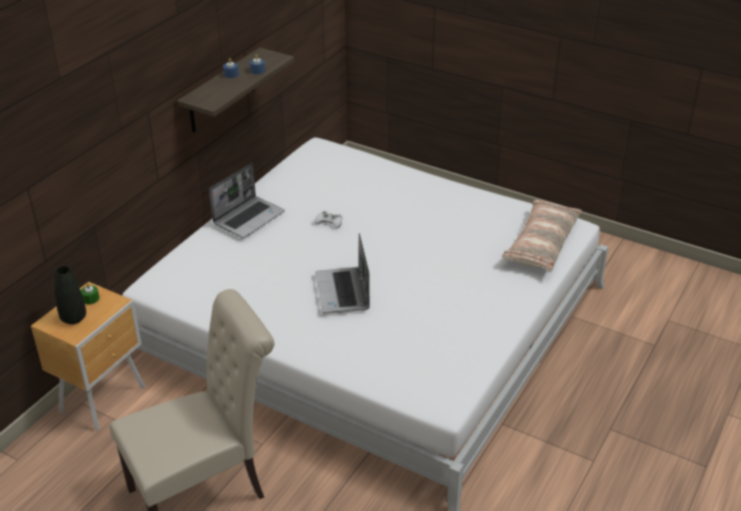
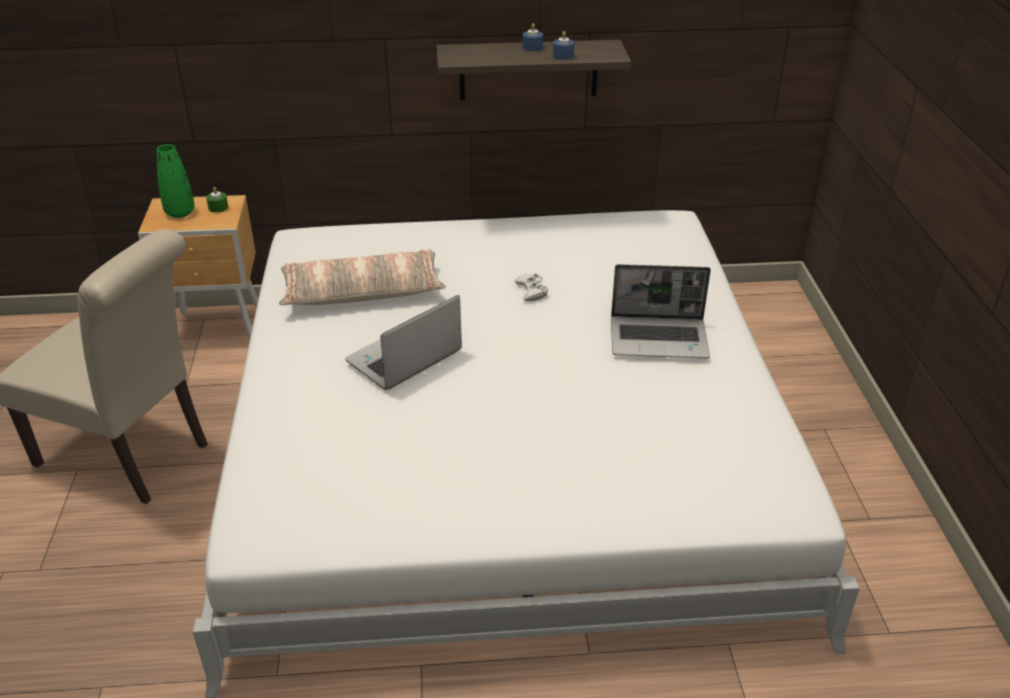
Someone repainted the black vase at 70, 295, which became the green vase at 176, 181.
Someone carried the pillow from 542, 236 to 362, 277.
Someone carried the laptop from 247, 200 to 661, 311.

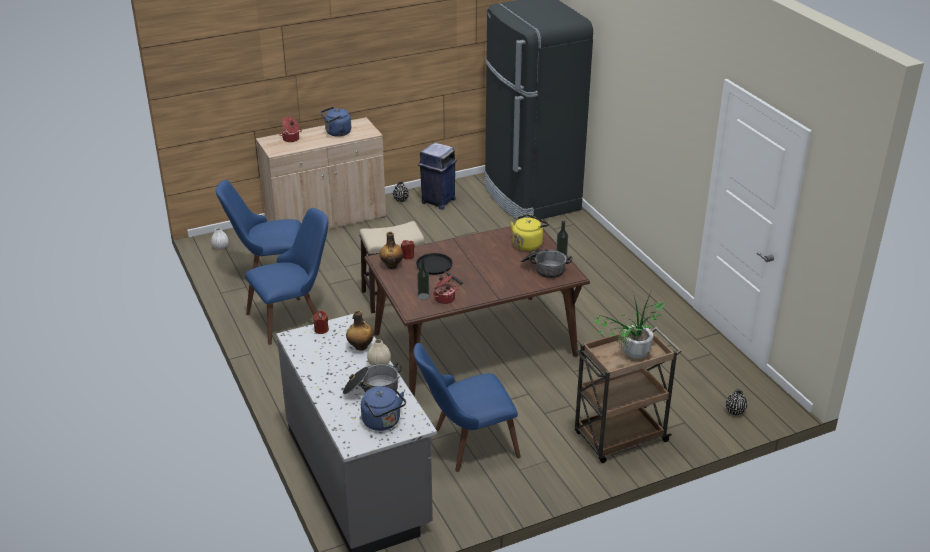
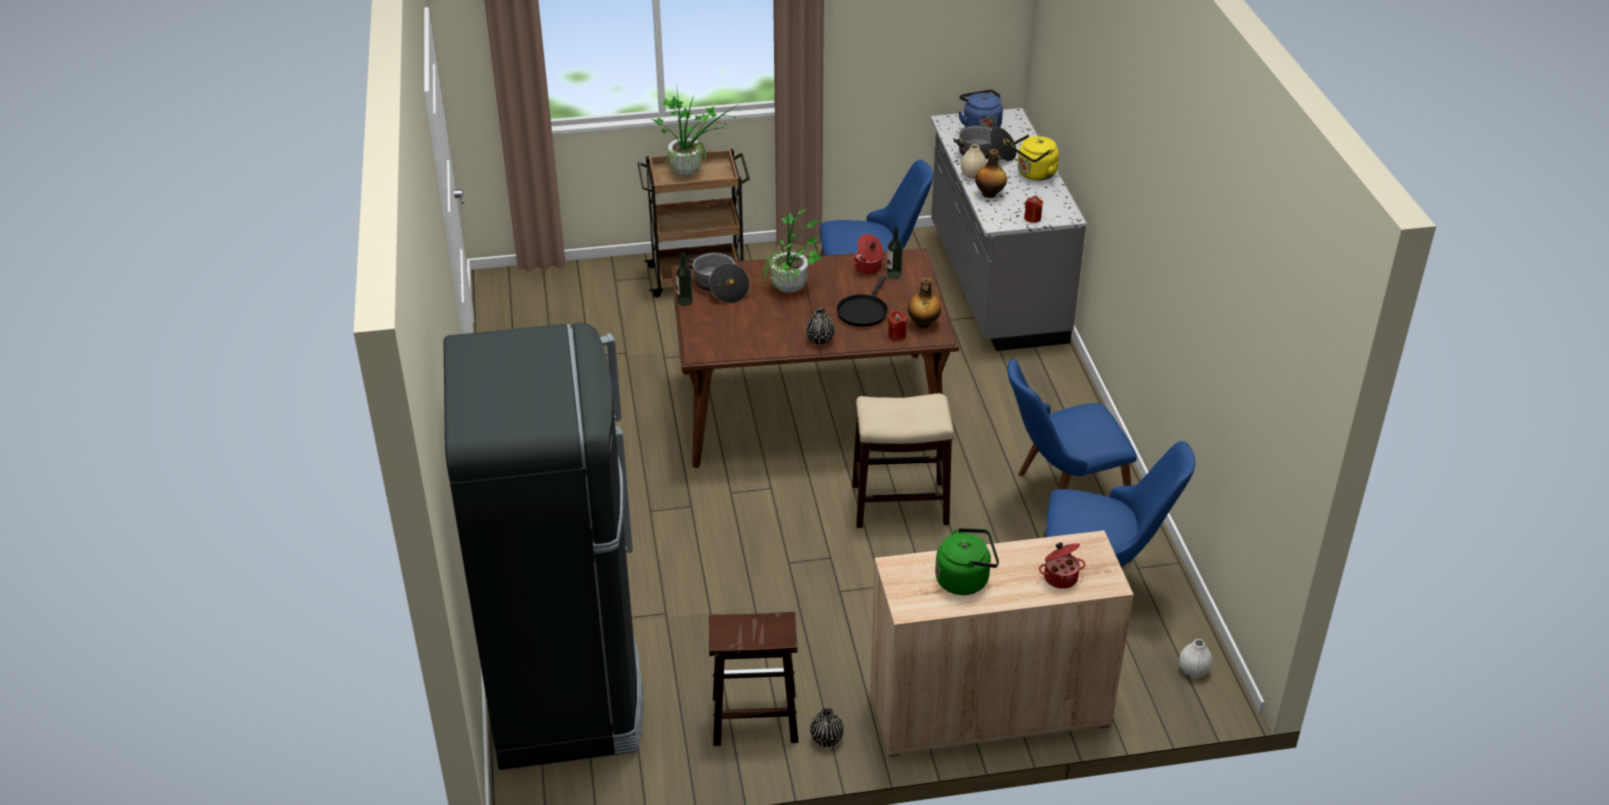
Someone swapped the blue trash can at 437, 176 for the brown stool at 753, 679.
Someone put down the potted plant at 791, 245.
Someone carried the black vase from 736, 402 to 820, 326.
Someone rotated the black frying pan at 439, 269 by 45 degrees clockwise.
Someone repainted the blue kettle at 335, 121, which became the green kettle at 967, 561.
Someone carried the yellow kettle from 529, 232 to 1035, 157.

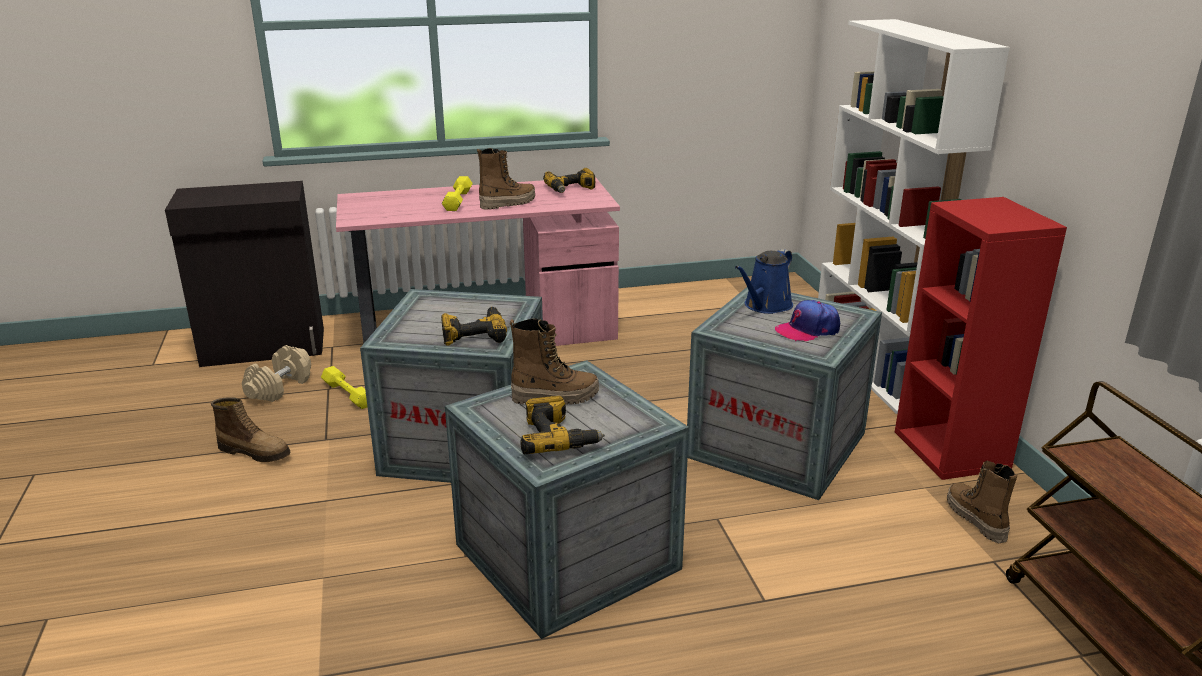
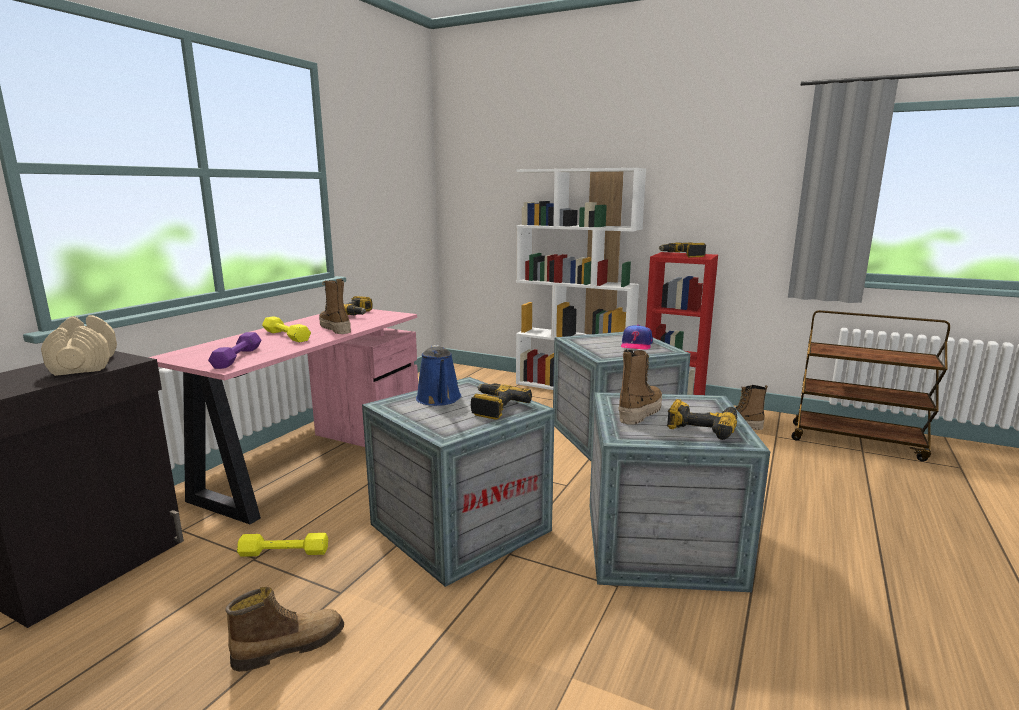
Someone carried the beige dumbbell from 276, 373 to 79, 345.
Someone put down the purple dumbbell at 234, 350.
Someone rotated the boot at 506, 179 by 45 degrees counterclockwise.
Someone carried the blue watering can from 764, 281 to 438, 375.
Someone put down the power drill at 682, 250.

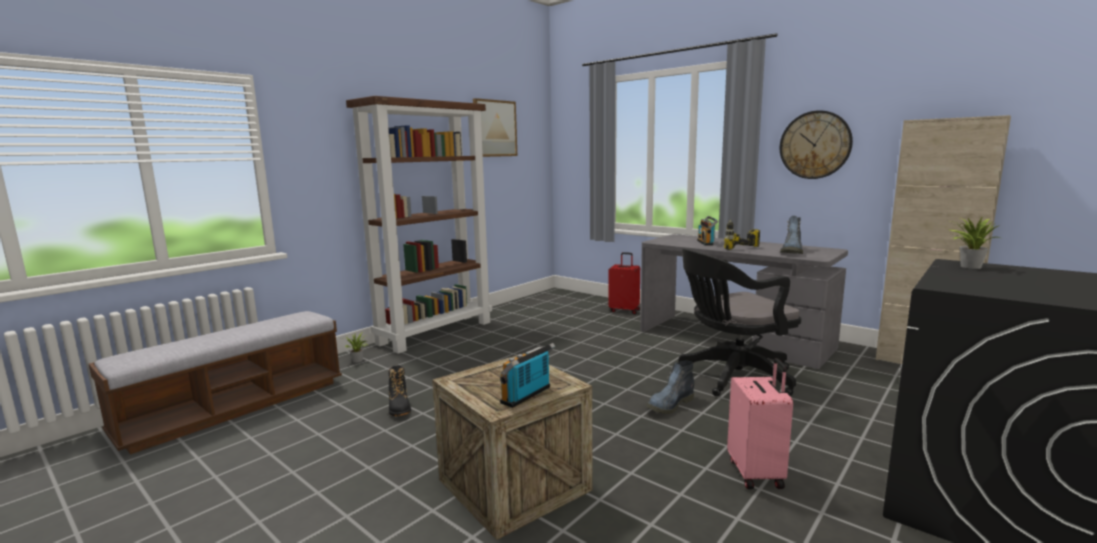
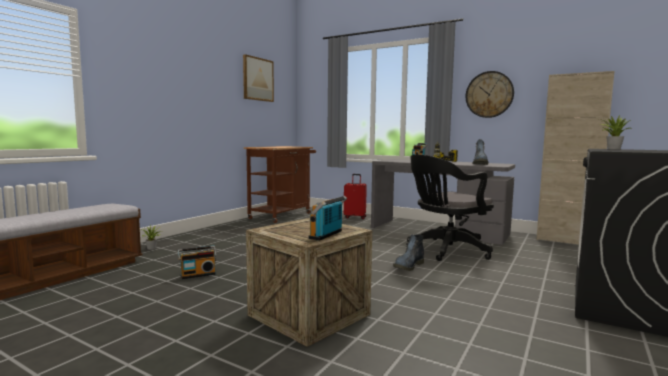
Someone swapped the black boot at 400, 390 for the radio at 197, 262.
Someone put down the brown cart at 280, 184.
Someone took away the brown bookcase at 419, 225.
Someone took away the pink suitcase at 760, 423.

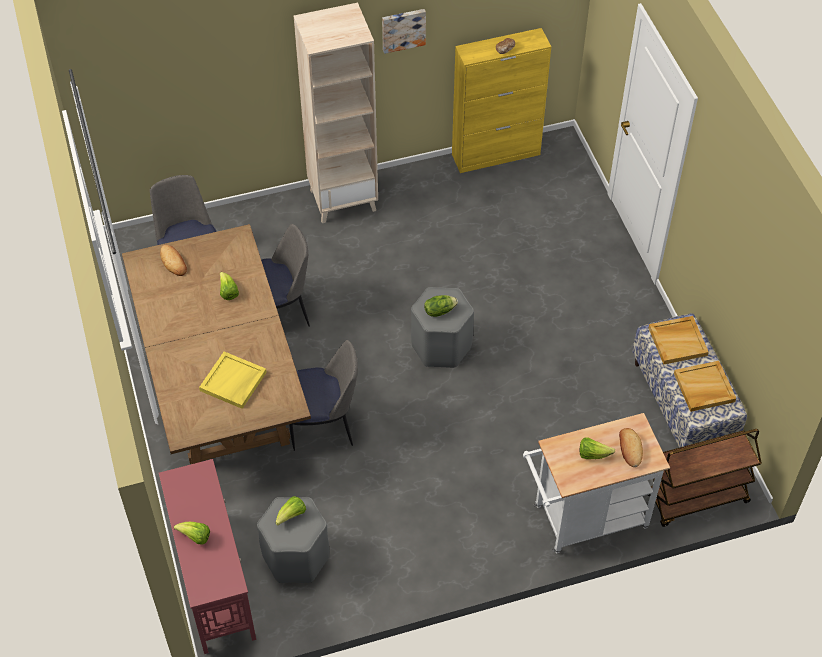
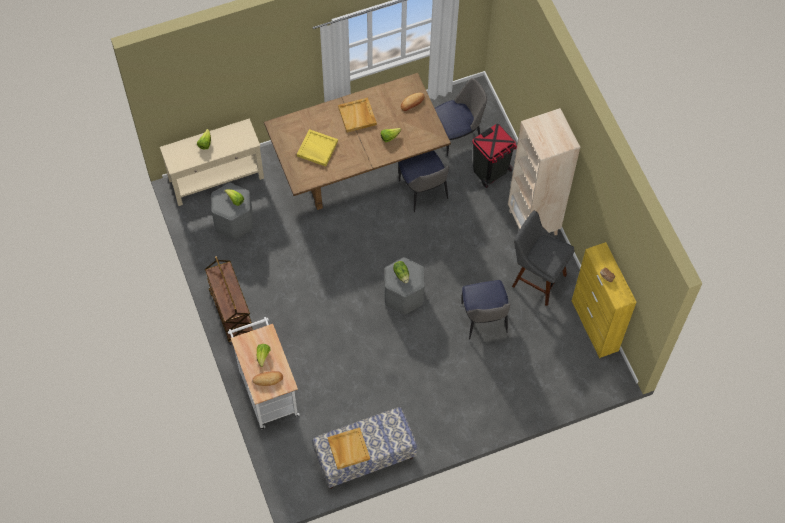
Someone repainted the red console table at 207, 556, which became the beige console table at 212, 162.
Someone carried the brown cart from 705, 478 to 229, 300.
Someone carried the beige tray from 679, 340 to 357, 115.
Someone carried the chair from 323, 395 to 485, 310.
Someone put down the black trash can at 494, 156.
Someone put down the grey stool at 543, 258.
Someone took away the picture at 404, 31.

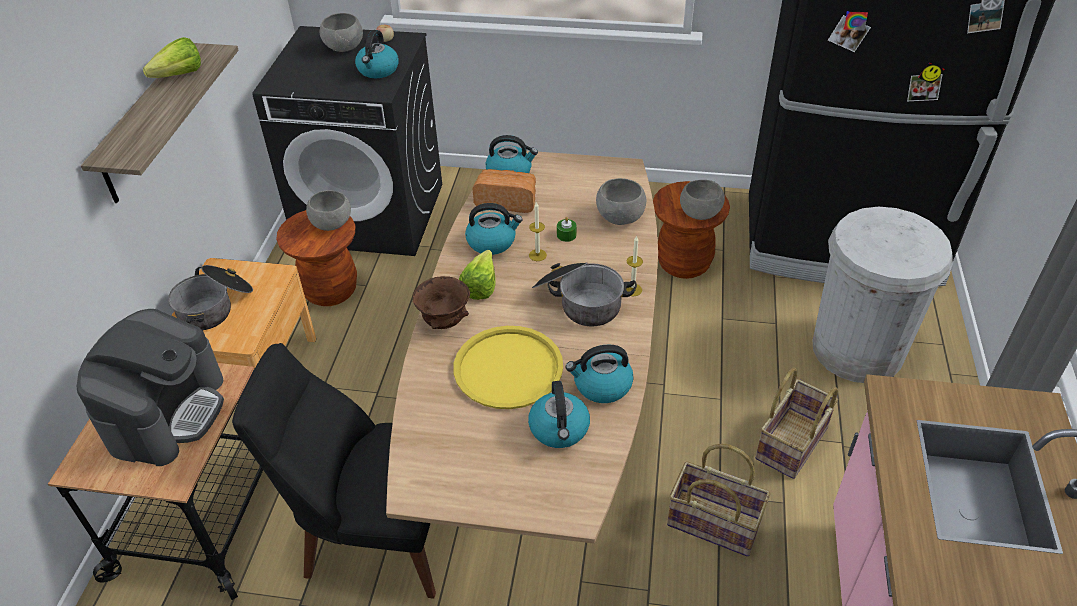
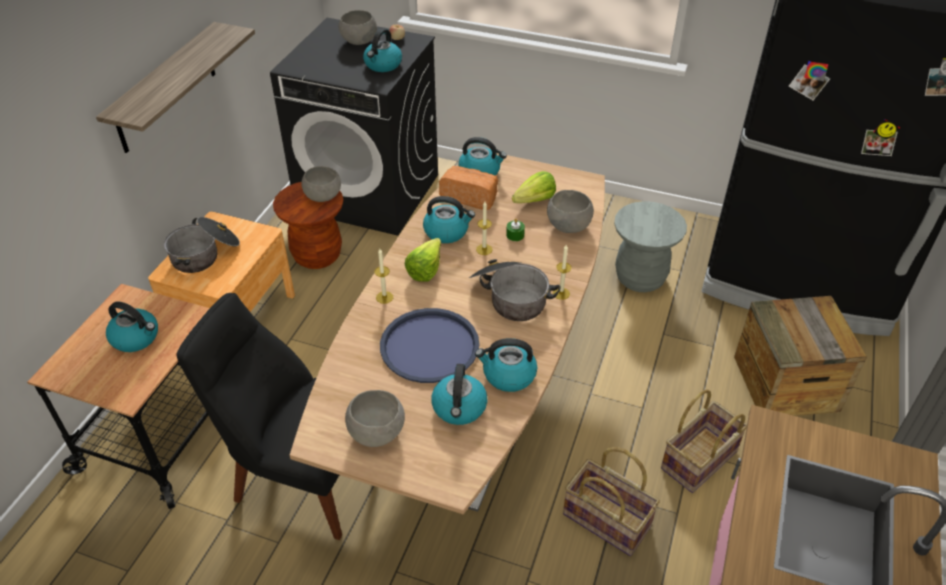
Someone swapped the coffee machine at 150, 387 for the kettle at 132, 326.
Someone carried the grey bowl from 702, 200 to 375, 418.
Someone swapped the brown bowl at 441, 302 for the candle at 384, 276.
Someone repainted the yellow tray at 508, 367, which became the blue tray at 430, 345.
Someone carried the lettuce from 172, 57 to 534, 187.
Someone repainted the brown stool at 691, 230, which became the grey stool at 650, 246.
Someone swapped the white trash can at 883, 295 for the crate at 800, 356.

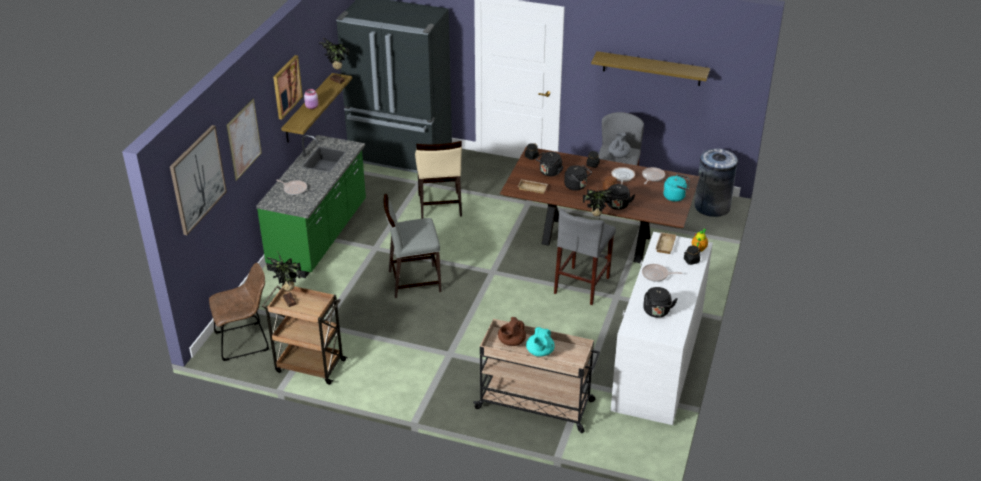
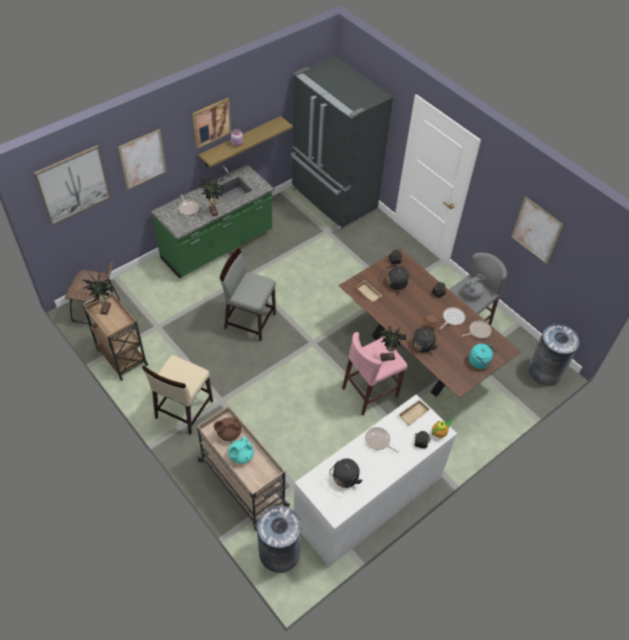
Someone carried the beige chair from 438, 180 to 177, 395.
Someone carried the potted plant from 334, 61 to 210, 195.
Someone put down the grey trash can at 279, 539.
Someone repainted the grey stool at 585, 257, which became the pink stool at 375, 374.
Someone swapped the shelf at 650, 68 for the picture at 537, 230.
Someone took away the black kettle at 578, 178.

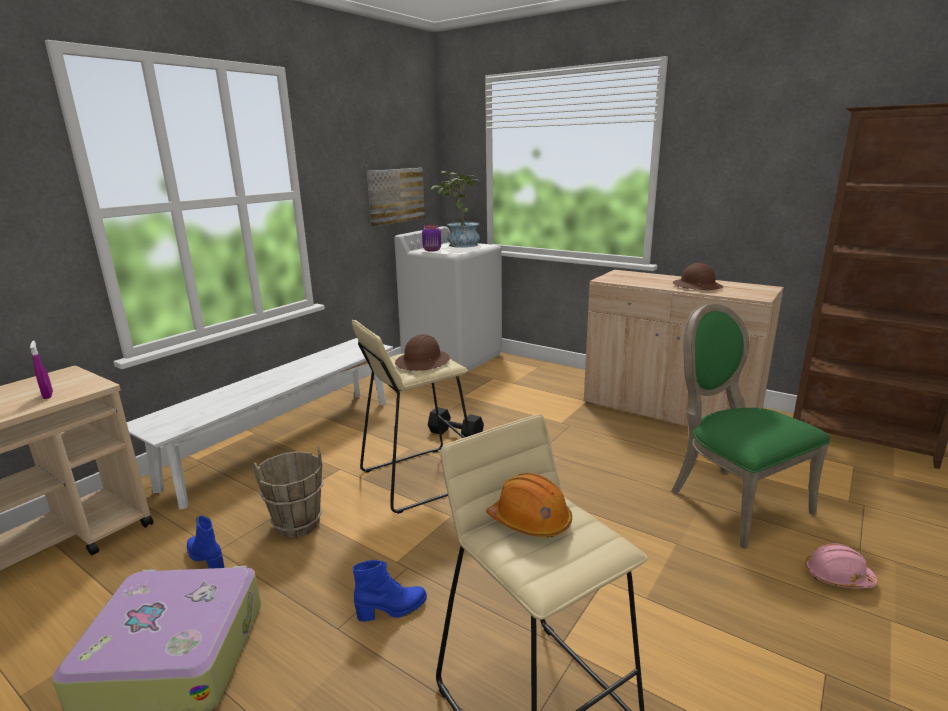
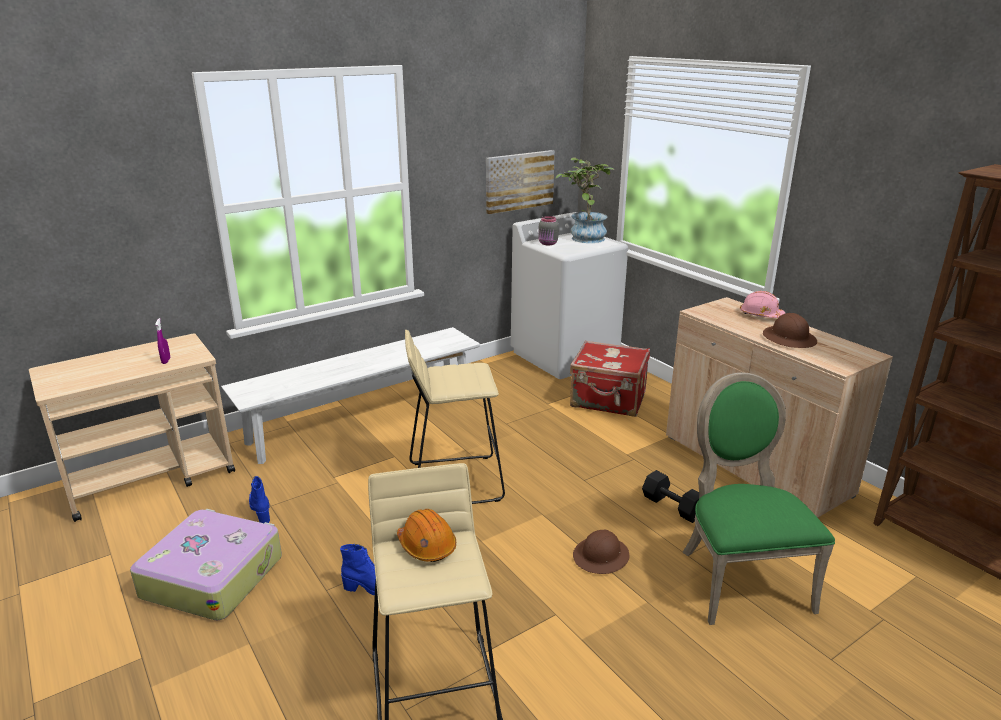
Someone repainted the purple jar at 431, 238, which became the grey jar at 548, 230.
Someone put down the red suitcase at 610, 378.
Someone carried the brown hard hat from 422, 352 to 601, 552.
Someone carried the black dumbbell from 456, 422 to 670, 496.
Someone carried the pink hard hat from 841, 566 to 763, 304.
Someone took away the brown bucket at 288, 492.

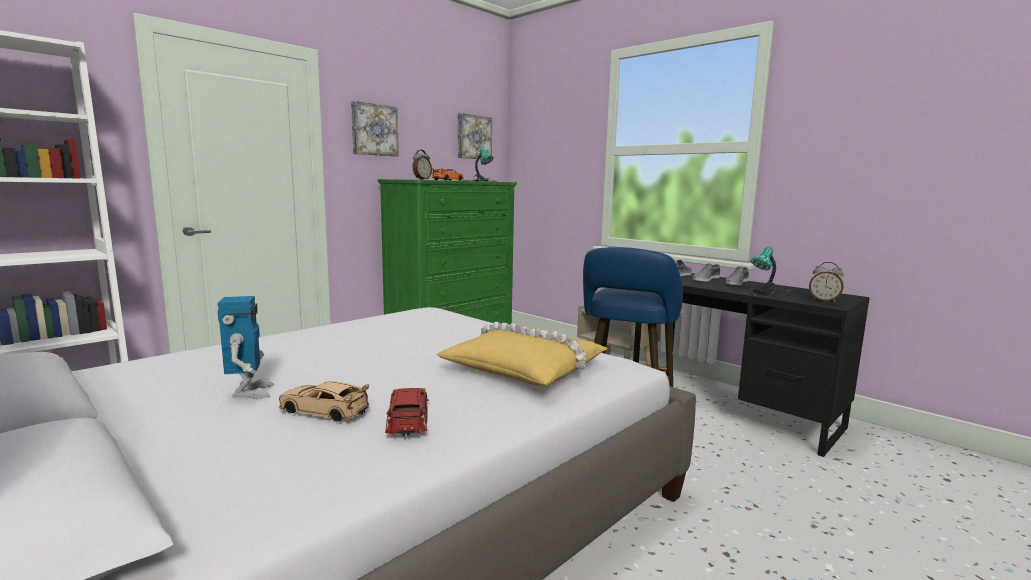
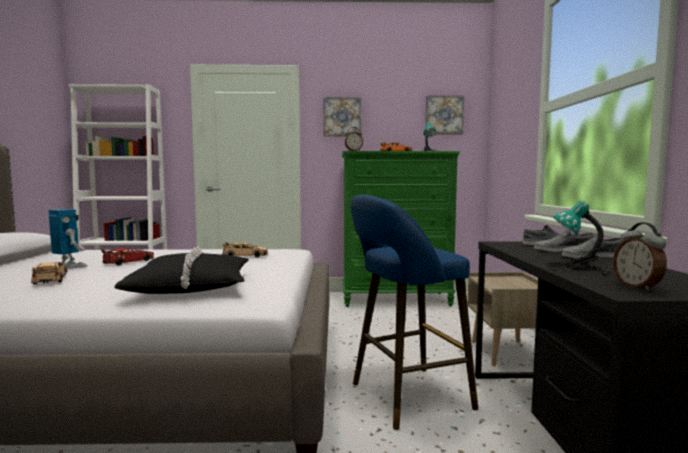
Someone rotated the toy robot at 245, 347 by 90 degrees counterclockwise.
Someone carried the red toy car from 407, 412 to 127, 256.
Someone repainted the yellow pillow at 522, 354, which became the black pillow at 181, 270.
Someone put down the beige toy car at 245, 249.

